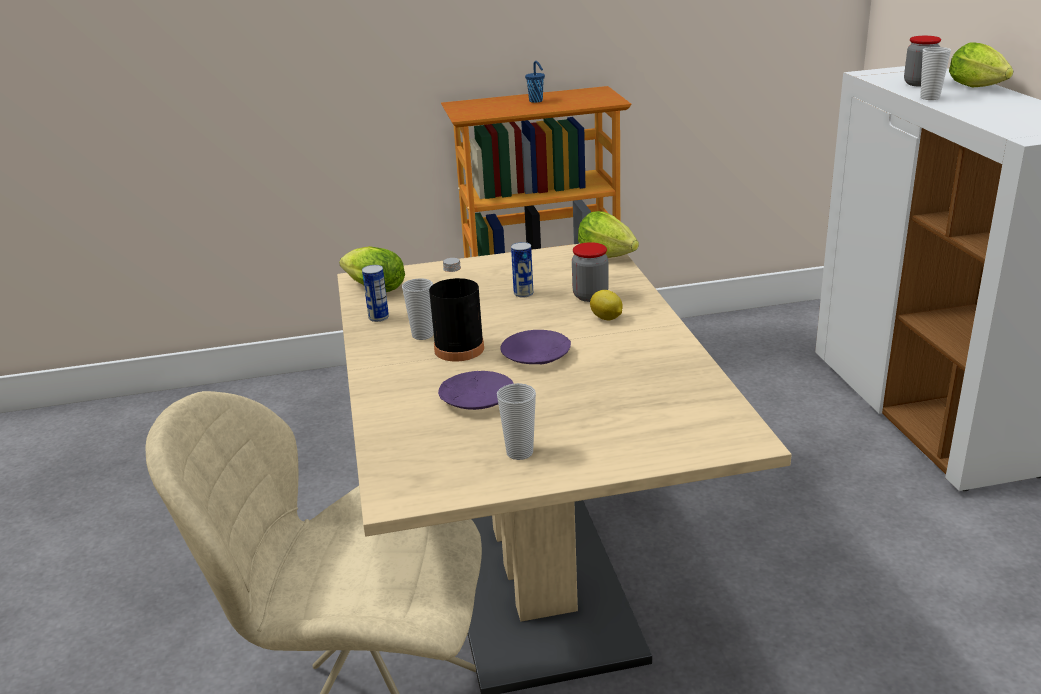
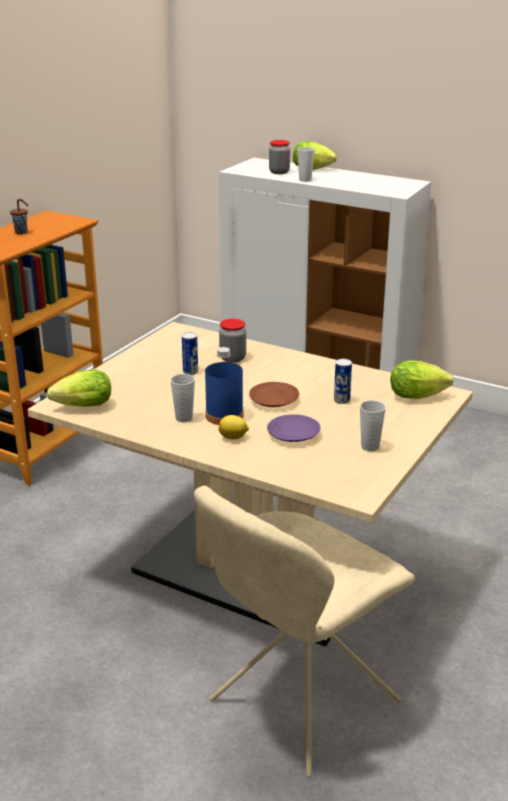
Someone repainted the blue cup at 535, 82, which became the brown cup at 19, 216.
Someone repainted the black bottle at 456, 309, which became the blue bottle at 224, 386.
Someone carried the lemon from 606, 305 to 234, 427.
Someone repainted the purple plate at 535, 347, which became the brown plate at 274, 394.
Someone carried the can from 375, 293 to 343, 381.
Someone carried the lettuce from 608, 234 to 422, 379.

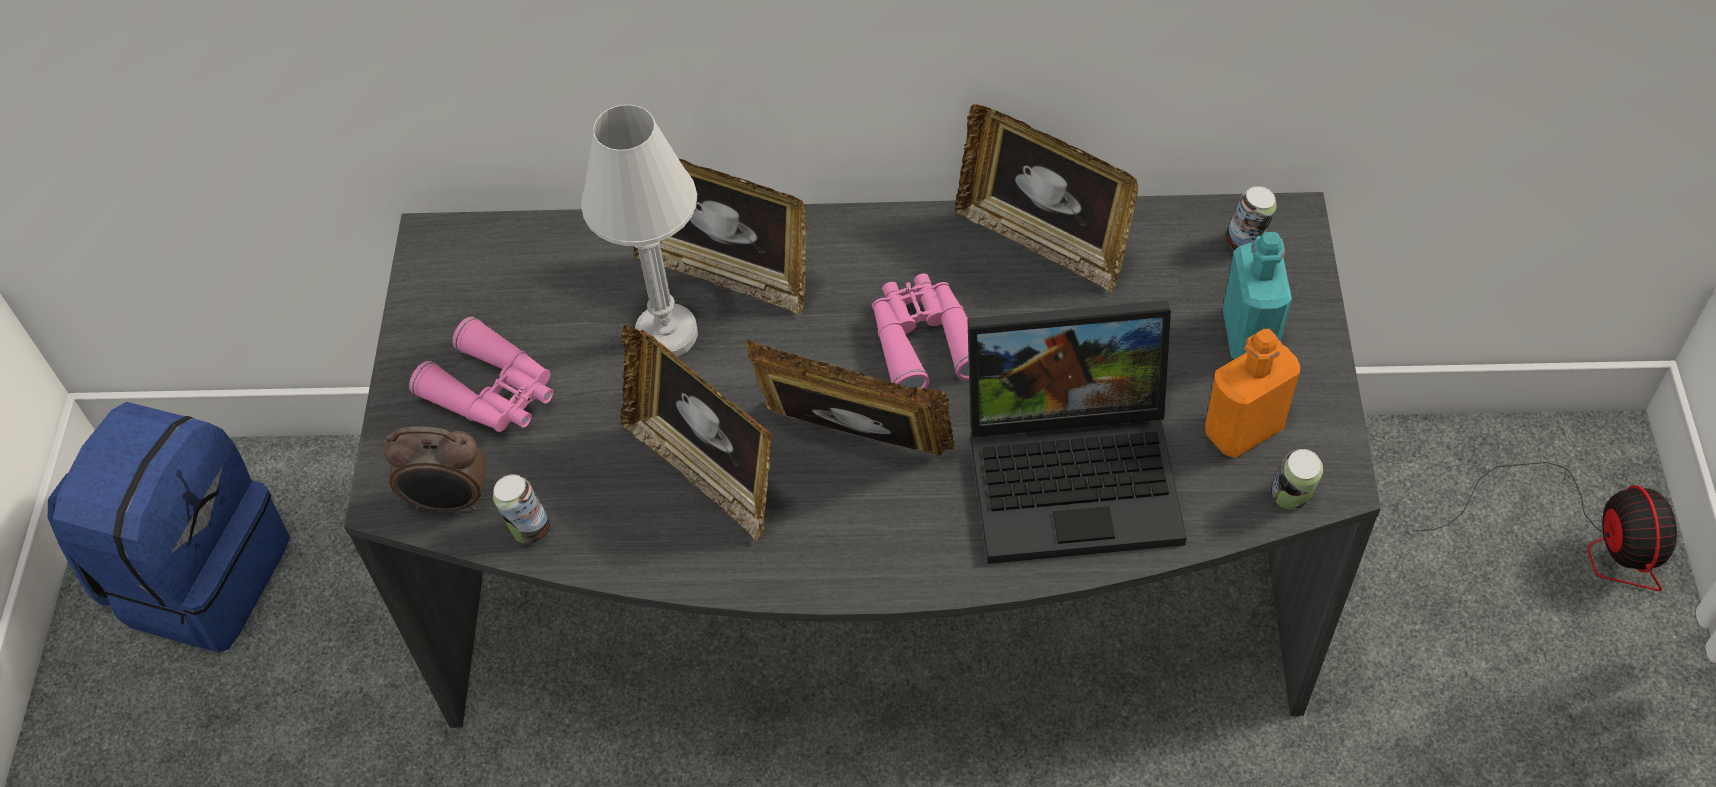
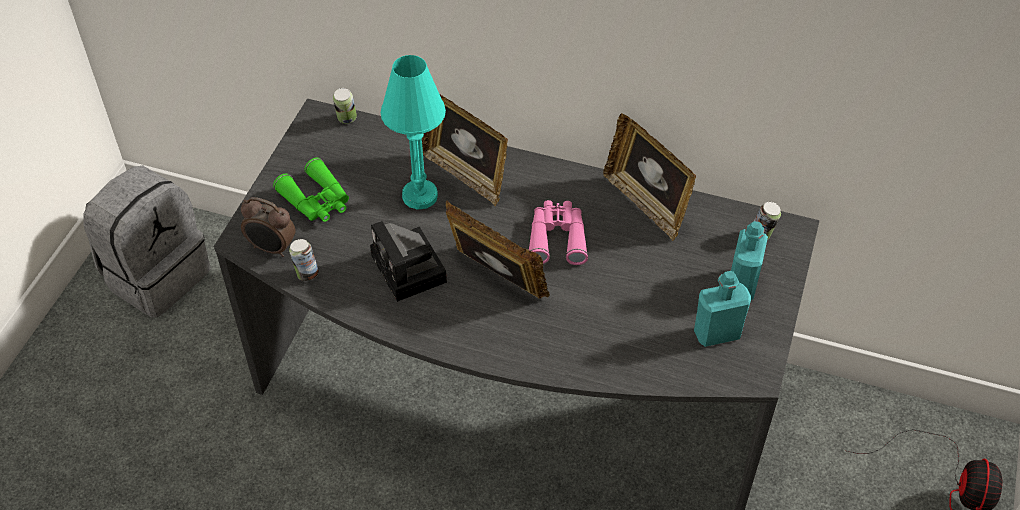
Someone repainted the blue backpack at 169, 527, which became the grey backpack at 147, 242.
Someone repainted the pink binoculars at 481, 374, which became the green binoculars at 311, 190.
Someone carried the can from 1297, 479 to 345, 106.
Someone swapped the picture frame at 696, 433 for the photo camera at 408, 261.
Someone repainted the white table lamp at 639, 230, which became the turquoise table lamp at 413, 132.
Someone repainted the orange bottle at 1252, 393, which became the turquoise bottle at 722, 309.
Someone took away the laptop at 1077, 432.

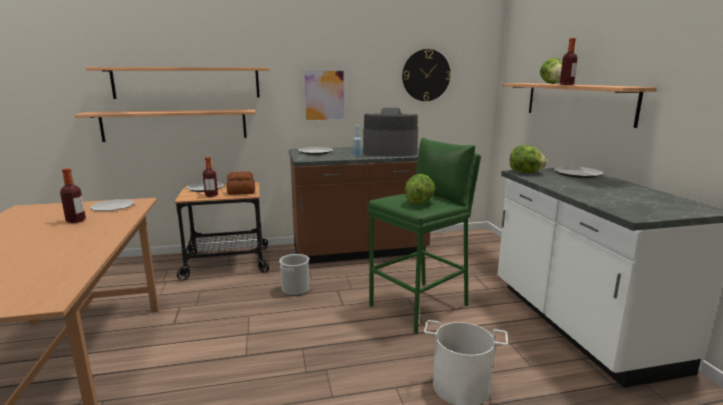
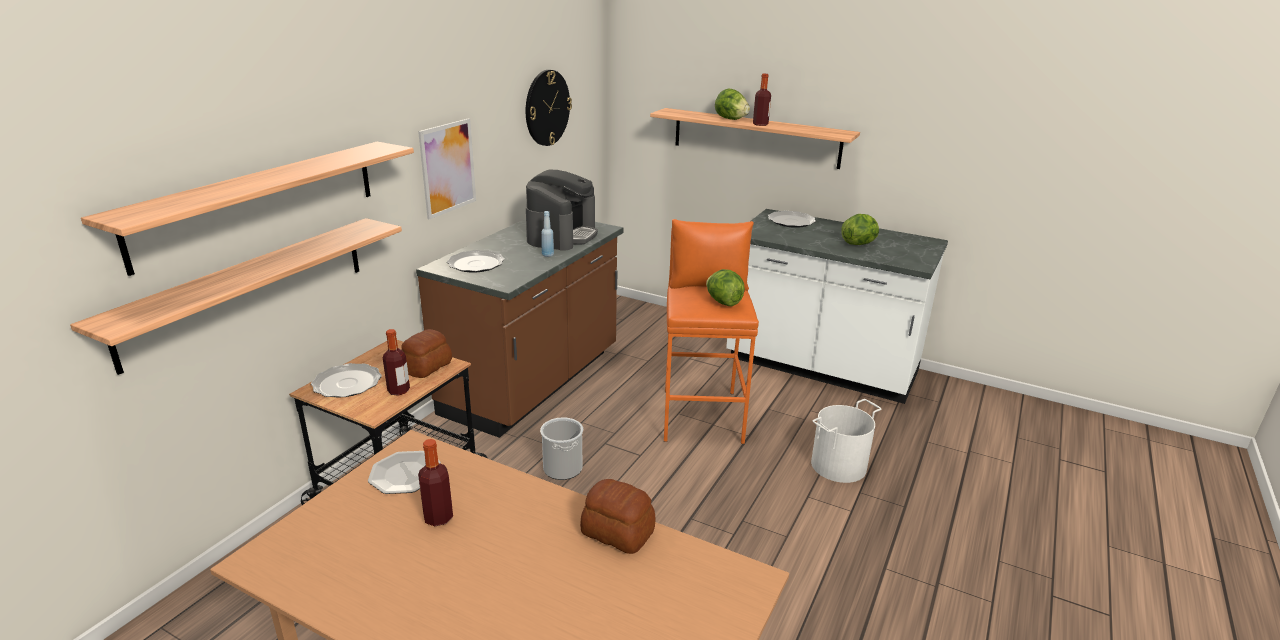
Someone rotated the coffee machine at 390, 132 by 150 degrees clockwise.
Someone put down the bread at 618, 516.
Someone repainted the green stool at 424, 236, which became the orange stool at 711, 331.
Someone carried the lettuce from 528, 159 to 860, 229.

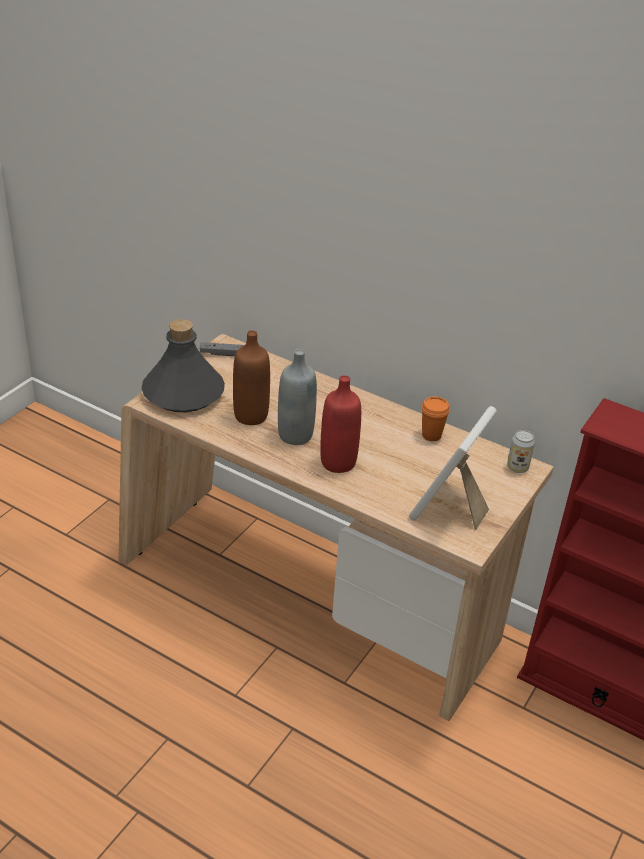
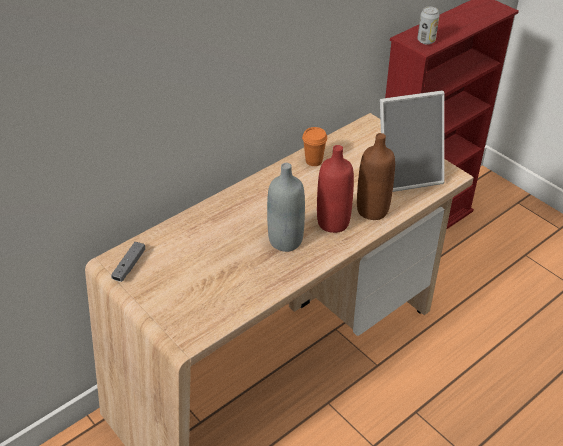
Someone carried the brown bottle from 251, 378 to 376, 176.
Someone rotated the picture frame at 453, 468 by 60 degrees counterclockwise.
Someone carried the can from 521, 451 to 428, 26.
Someone took away the grey bottle at 183, 365.

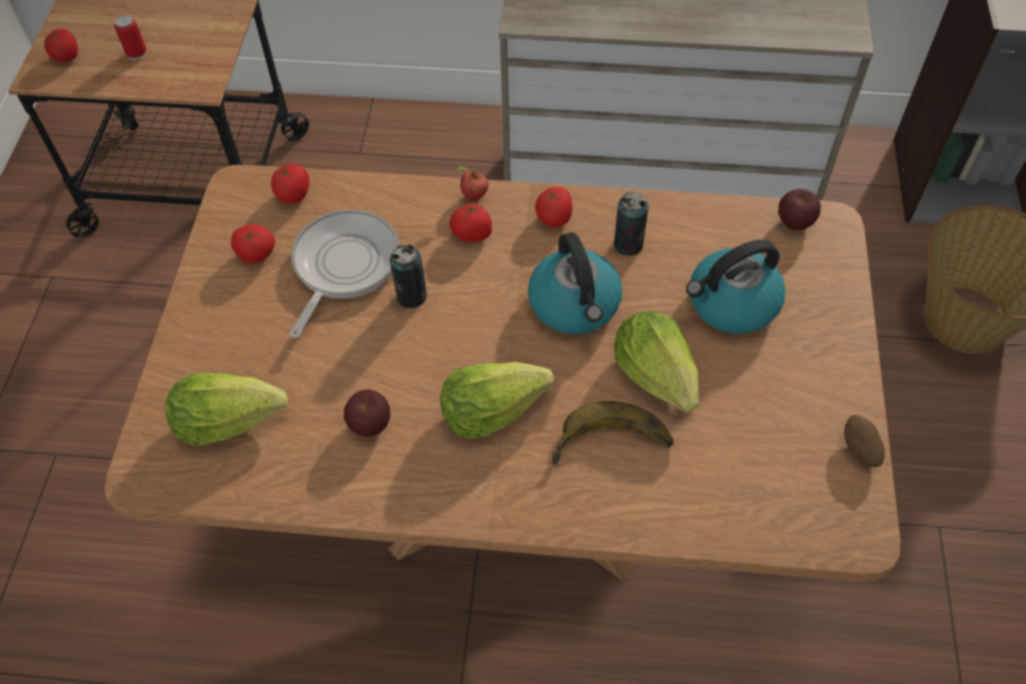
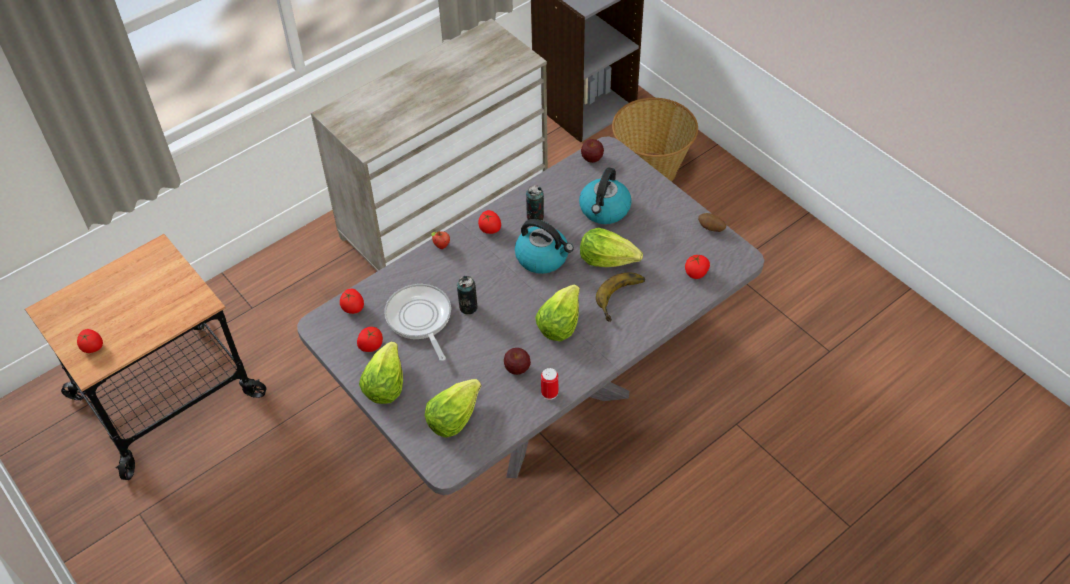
Someone repainted the brown dining table at 502, 373, which became the grey dining table at 530, 315.
Someone put down the lettuce at 381, 373.
Someone carried the can from 130, 37 to 549, 384.
Someone carried the tomato from 470, 222 to 697, 267.

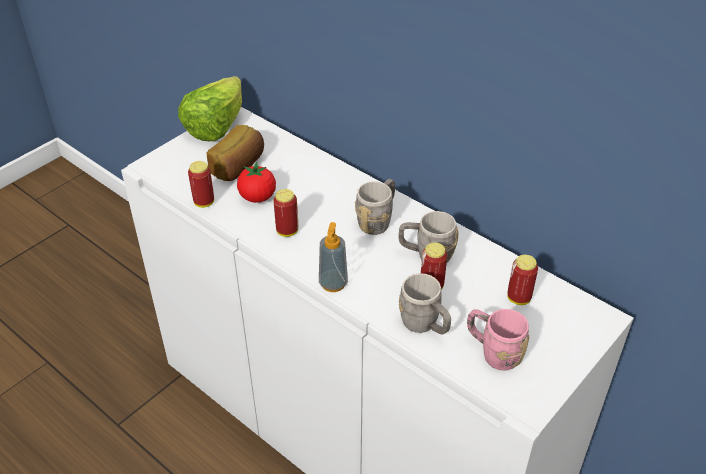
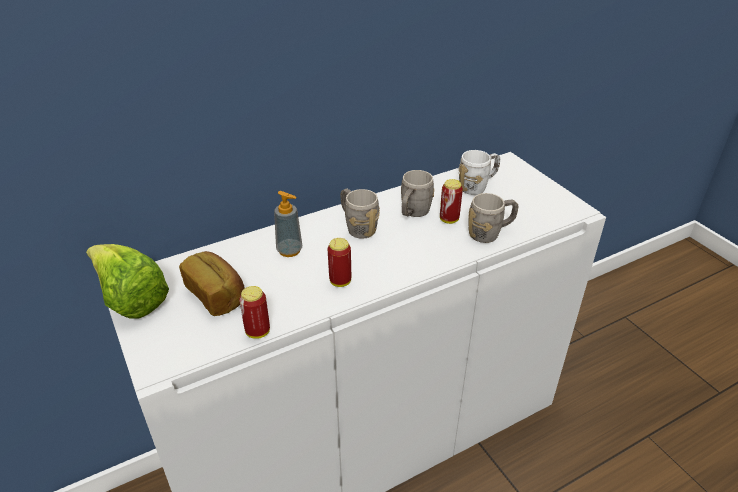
Someone carried the soap dispenser from 333, 257 to 288, 224.
Someone swapped the can at 522, 280 for the white mug at 479, 172.
Someone took away the tomato at 256, 182.
Someone took away the pink mug at 498, 340.

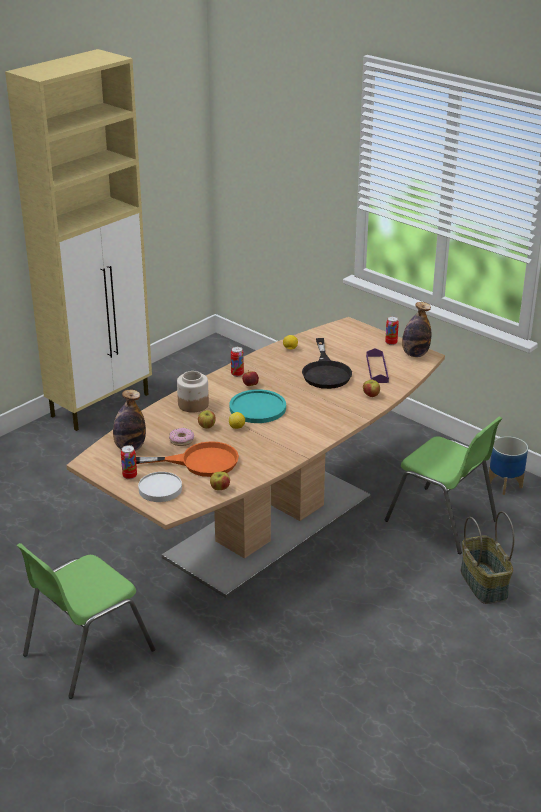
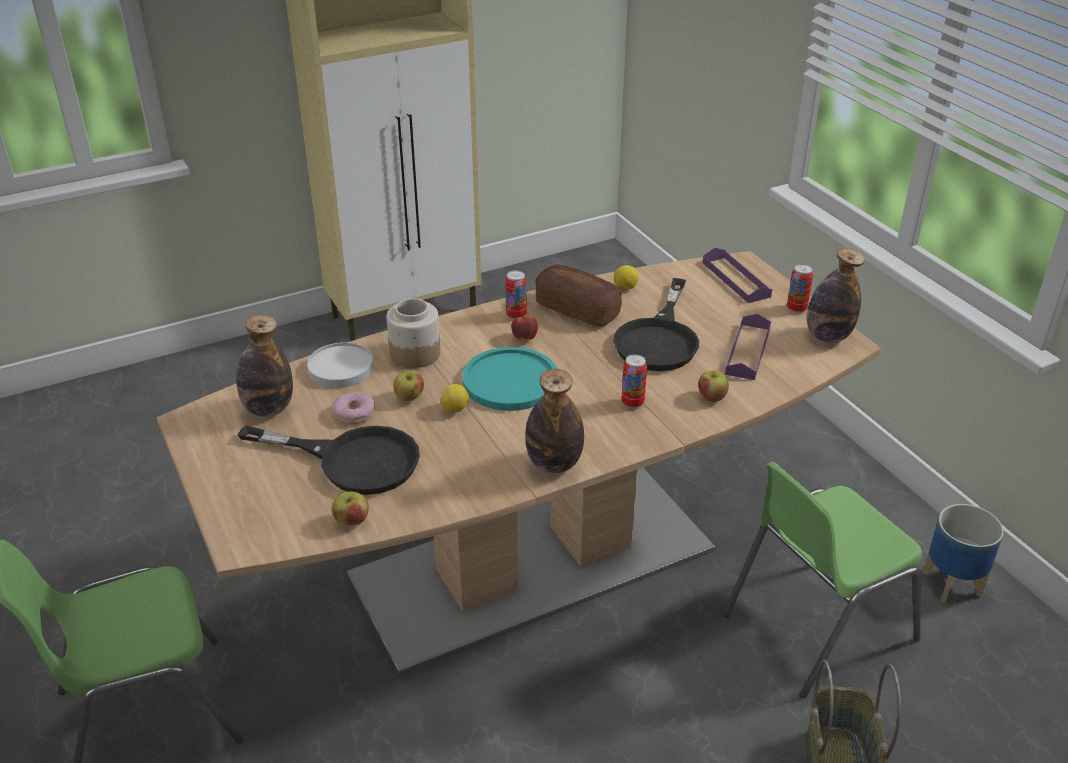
Someone repainted the orange frying pan at 187, 459, which became the black frying pan at 329, 460.
Someone carried the white plate from 160, 487 to 340, 365.
Someone put down the bottle at 554, 421.
Someone put down the bread at 578, 296.
Someone carried the can from 129, 462 to 634, 381.
Someone put down the purple tray at 737, 275.
Someone rotated the green chair at 443, 485 by 90 degrees clockwise.

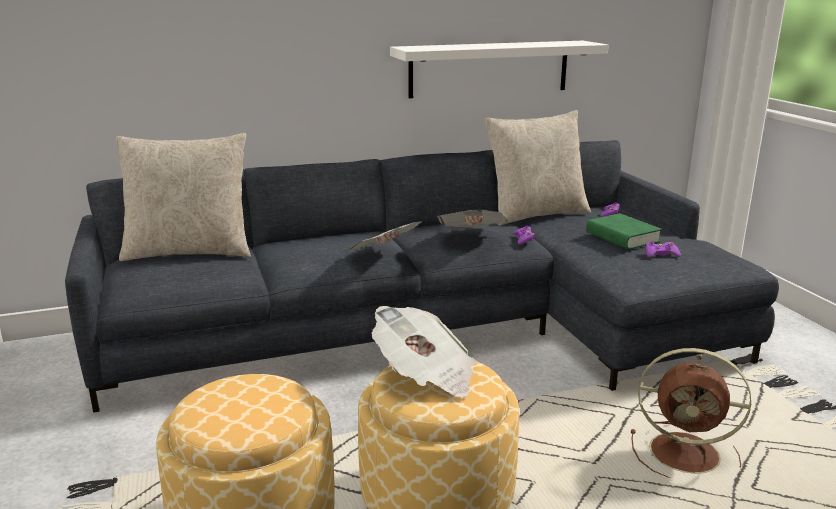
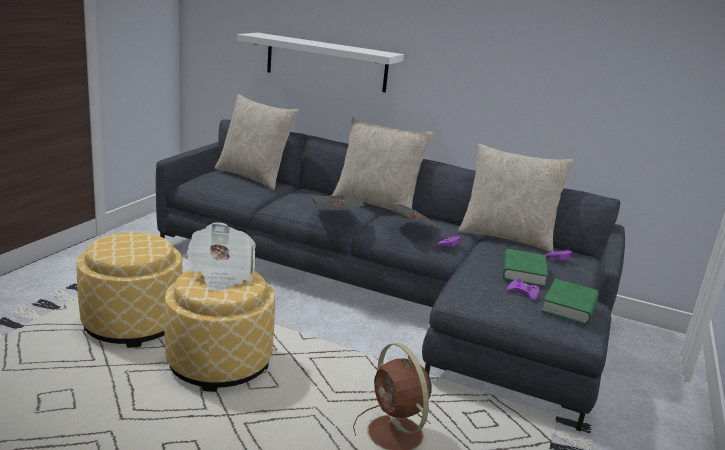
Someone carried the white shelf from 499, 69 to 320, 62.
Someone put down the beige pillow at 382, 167.
Someone put down the green book at 570, 301.

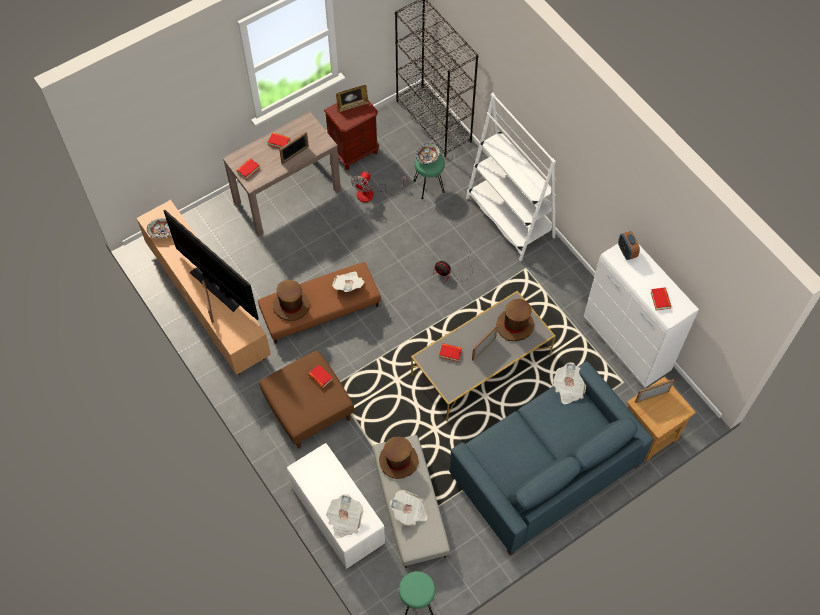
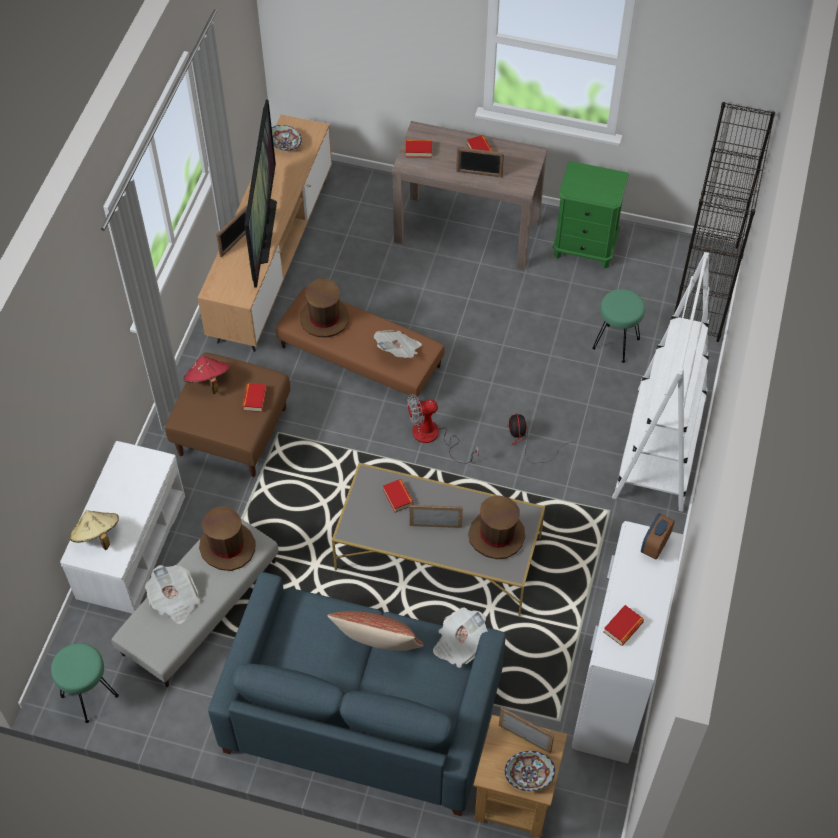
Someone swapped the newspaper at 344, 516 for the beige hat at 94, 530.
Someone put down the red hat at 206, 374.
Someone put down the pillow at 376, 631.
Someone carried the fan from 379, 186 to 443, 429.
Someone carried the bowl from 428, 154 to 530, 771.
Someone repainted the brown nightstand at 351, 135, which became the green nightstand at 591, 215.
Someone took away the picture frame at 352, 98.

